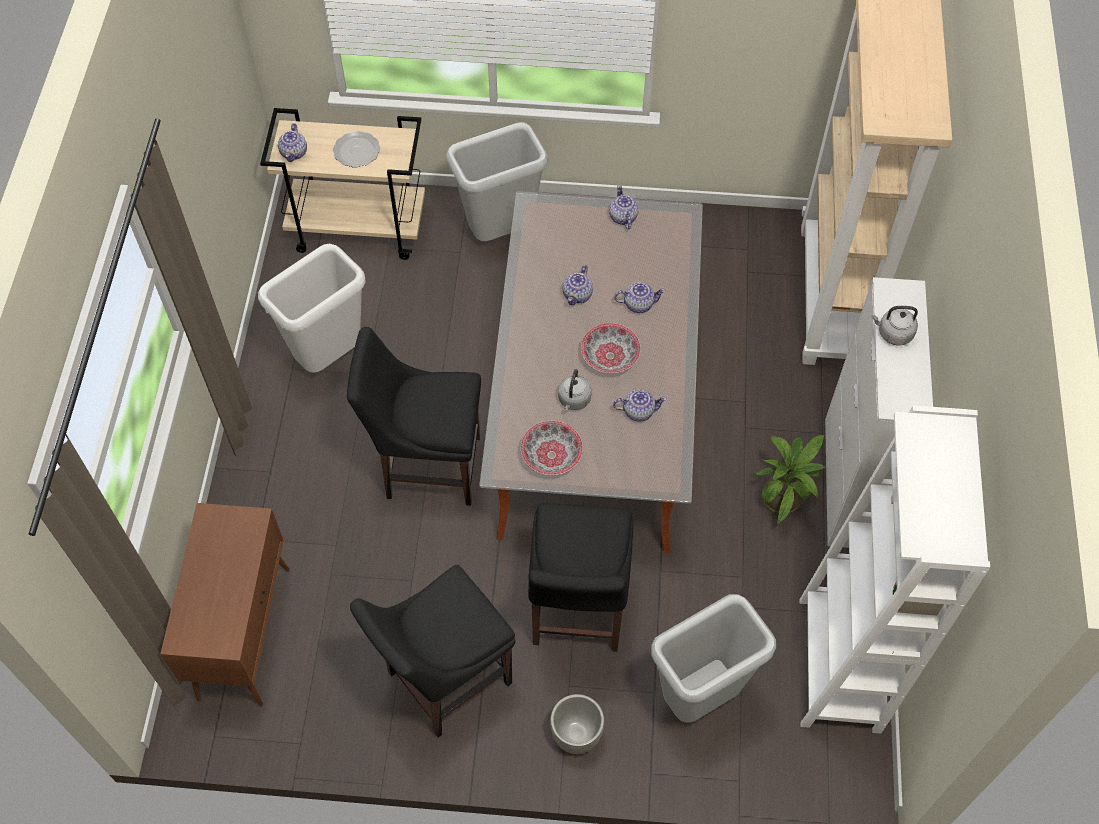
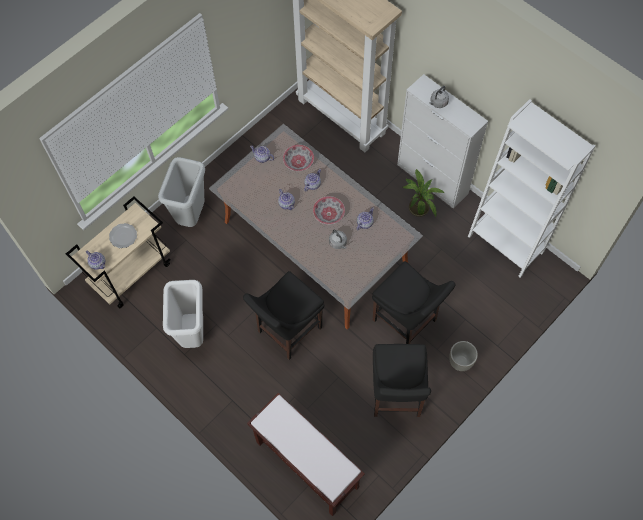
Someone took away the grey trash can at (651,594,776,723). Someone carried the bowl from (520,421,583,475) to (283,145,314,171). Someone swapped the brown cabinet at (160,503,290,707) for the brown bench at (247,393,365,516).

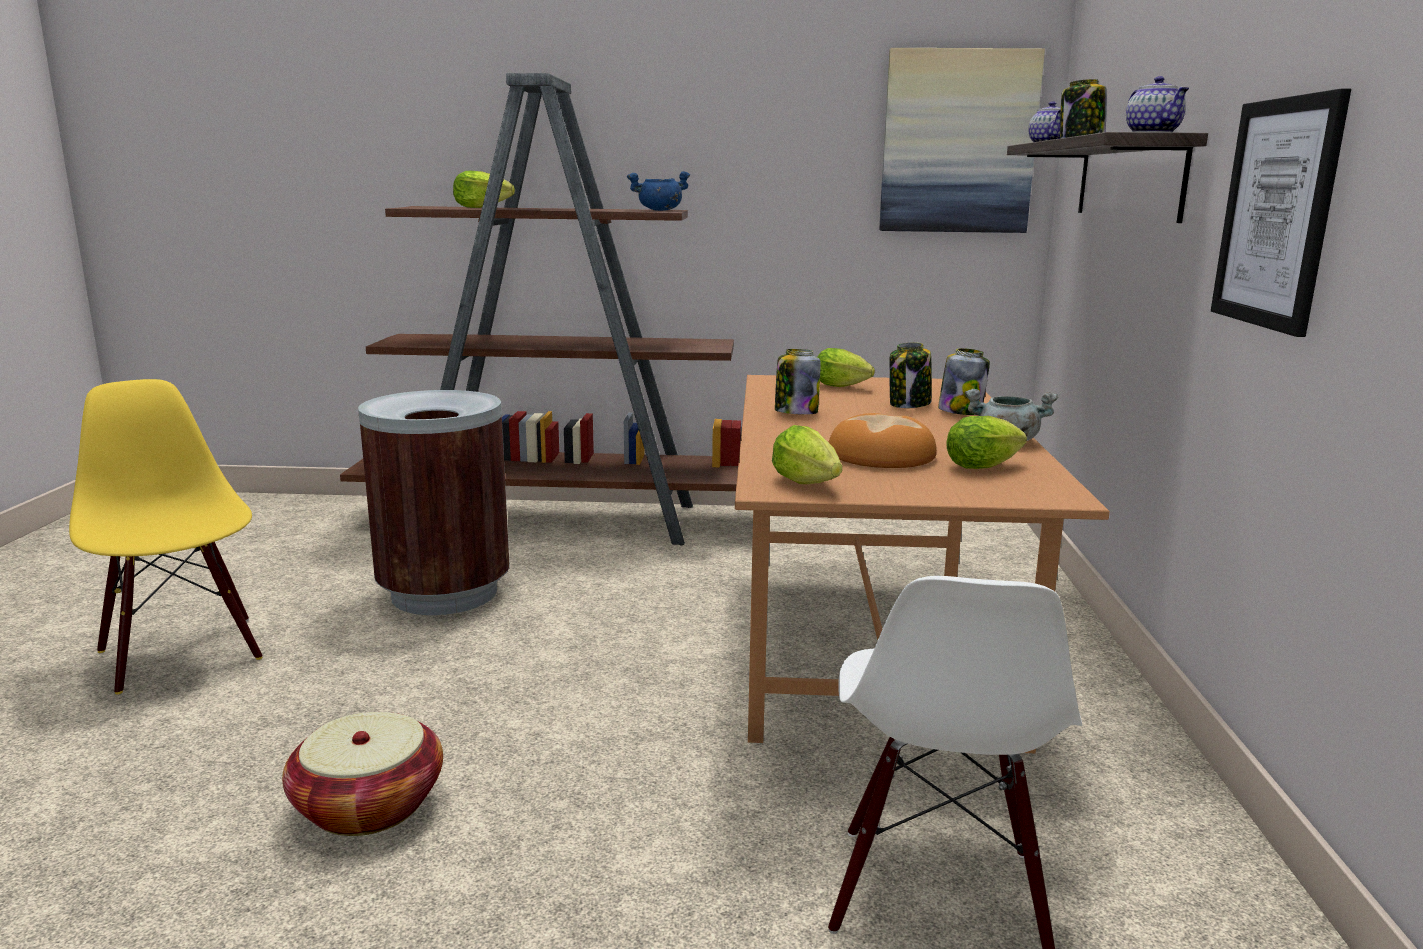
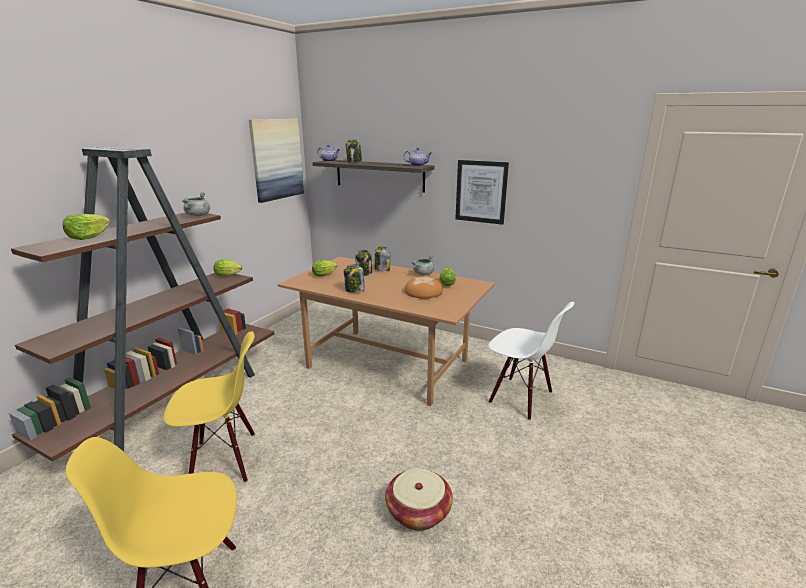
Someone carried the lettuce from (772,425,842,484) to (214,259,242,276). Someone swapped the brown trash can at (358,390,510,615) for the yellow chair at (163,331,255,483). Someone repainted the blue cooking pot at (627,171,690,211), which became the grey cooking pot at (182,192,210,216).

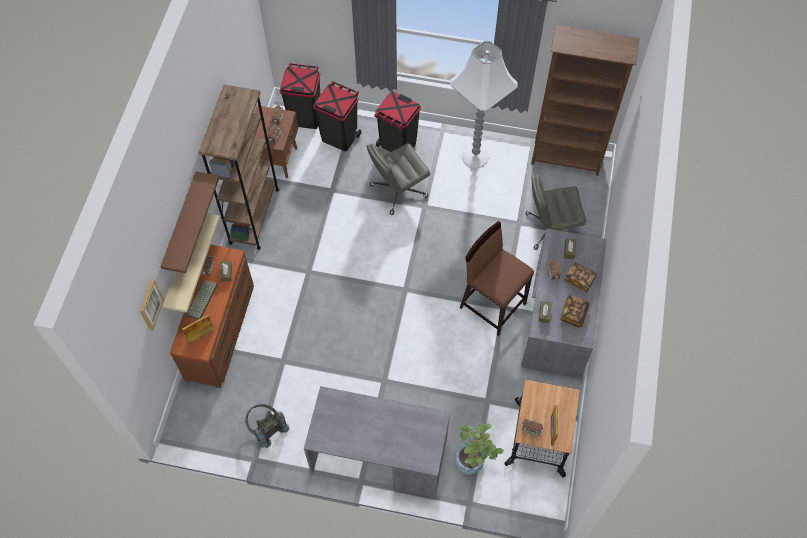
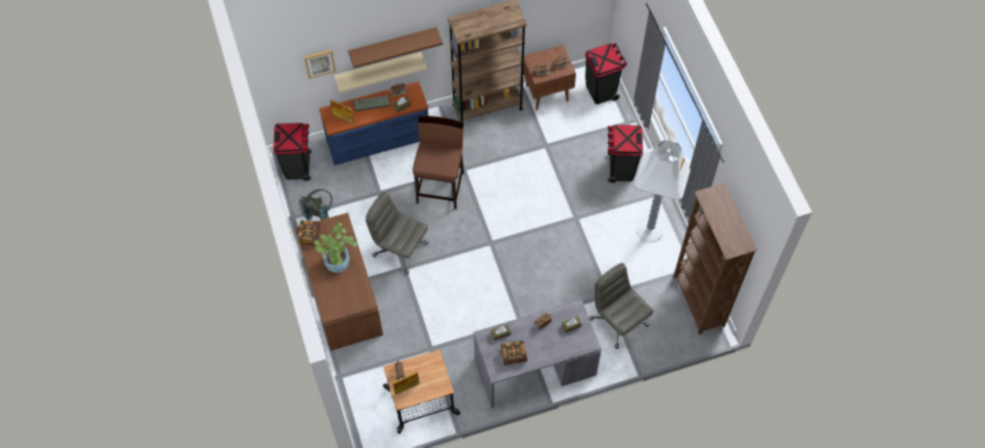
Someone carried the black trash can from (313,81,361,151) to (273,123,312,181). Someone carried the grey office chair from (367,143,430,215) to (366,192,429,274). Someone carried the potted plant from (455,423,504,475) to (314,222,358,273). Someone carried the brown stool from (460,221,534,336) to (413,116,464,209). Someone carried the book from (564,262,597,292) to (298,220,320,245). Someone repainted the brown dresser at (170,245,254,388), which became the blue dresser at (319,81,428,165). Someone repainted the grey desk at (304,386,450,499), which became the brown desk at (295,213,383,351).

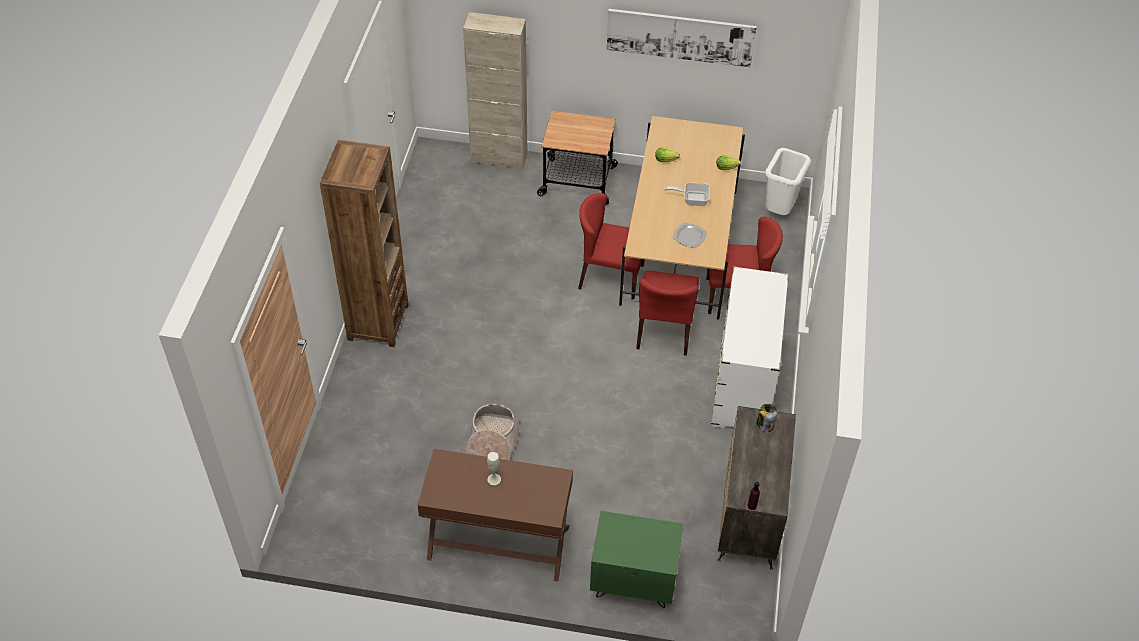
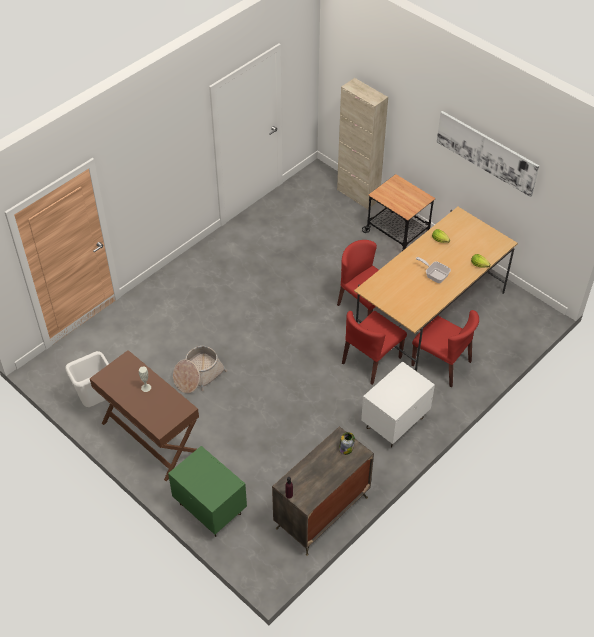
Someone took away the brown bookcase at (320,140,409,347). Someone took away the plate at (673,223,707,248). Someone carried the white trash can from (765,148,811,215) to (65,351,109,407). Someone swapped the white dresser at (711,266,789,428) for the white nightstand at (361,361,435,448).

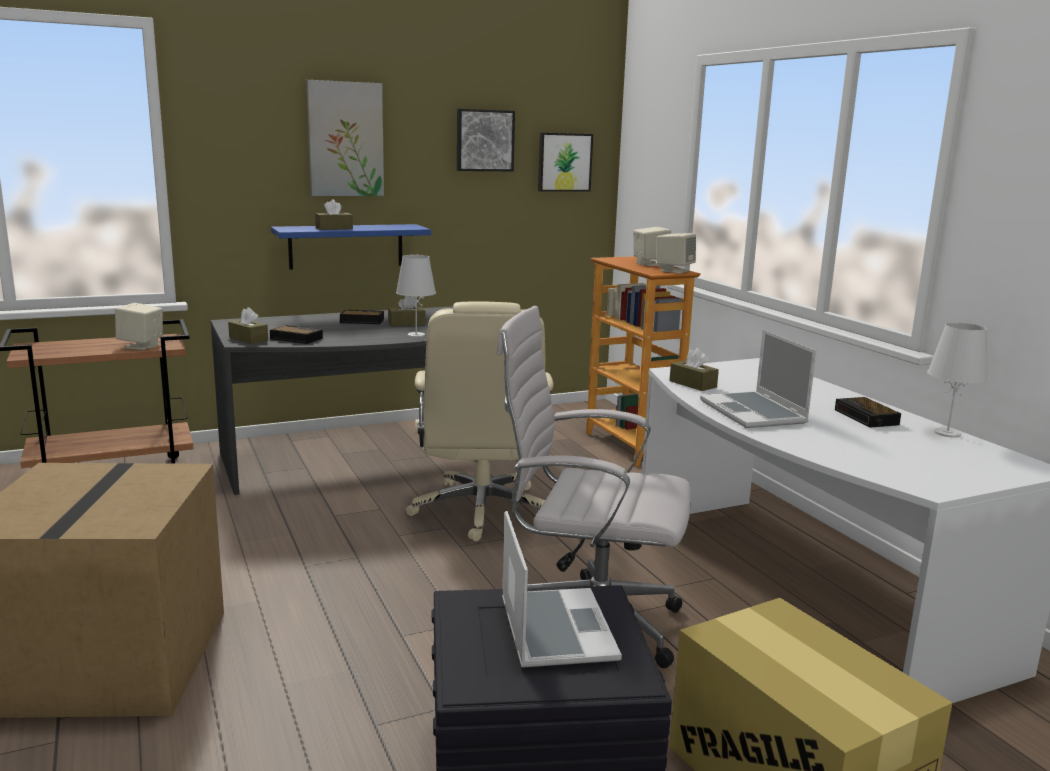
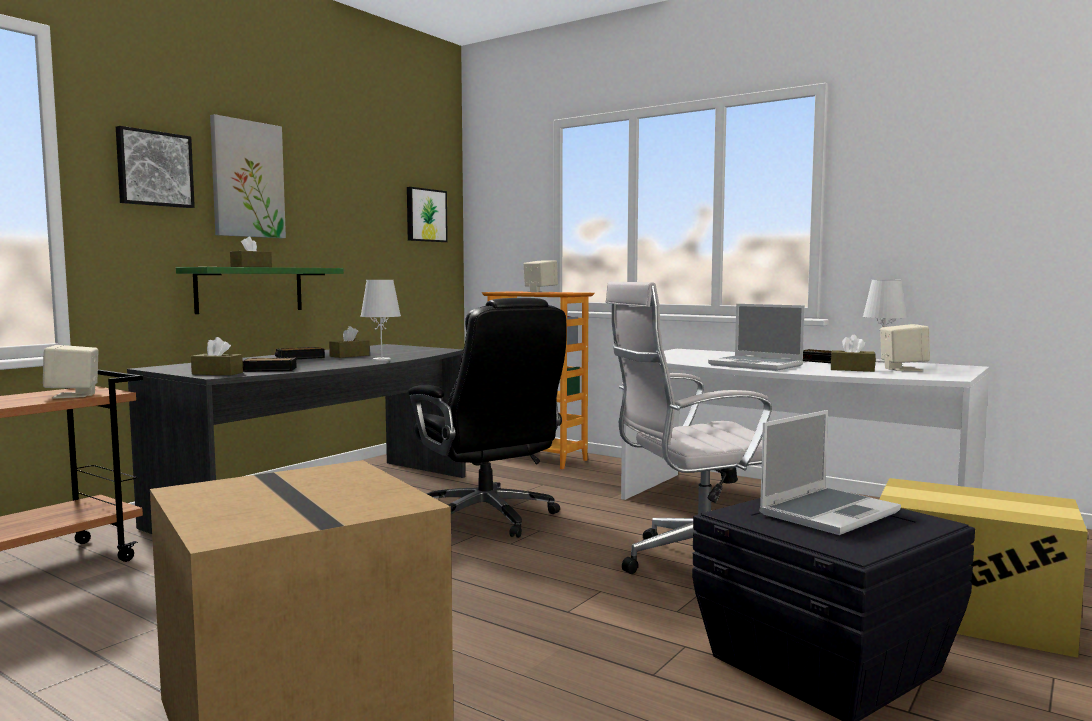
Someone carried the picture from (457,109,515,171) to (116,126,195,208). Someone carried the beige speaker from (657,233,696,274) to (880,324,930,371). Someone carried the brown tissue box from (669,348,719,391) to (831,335,876,372). Someone repainted the blue shelf at (271,224,431,269), which became the green shelf at (176,267,344,314). Someone repainted the beige office chair at (406,302,553,542), which became the black office chair at (408,298,567,538). Someone rotated the laptop at (502,511,622,668) by 90 degrees clockwise.

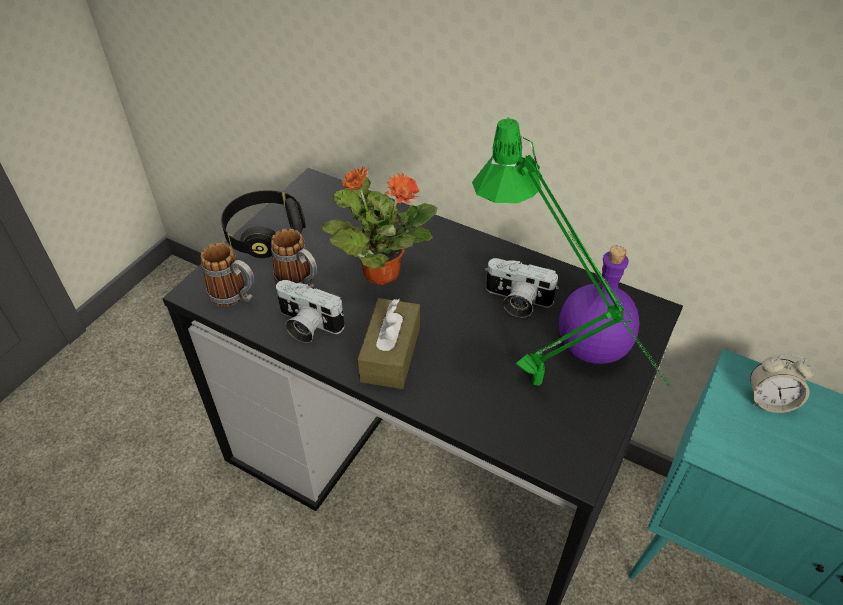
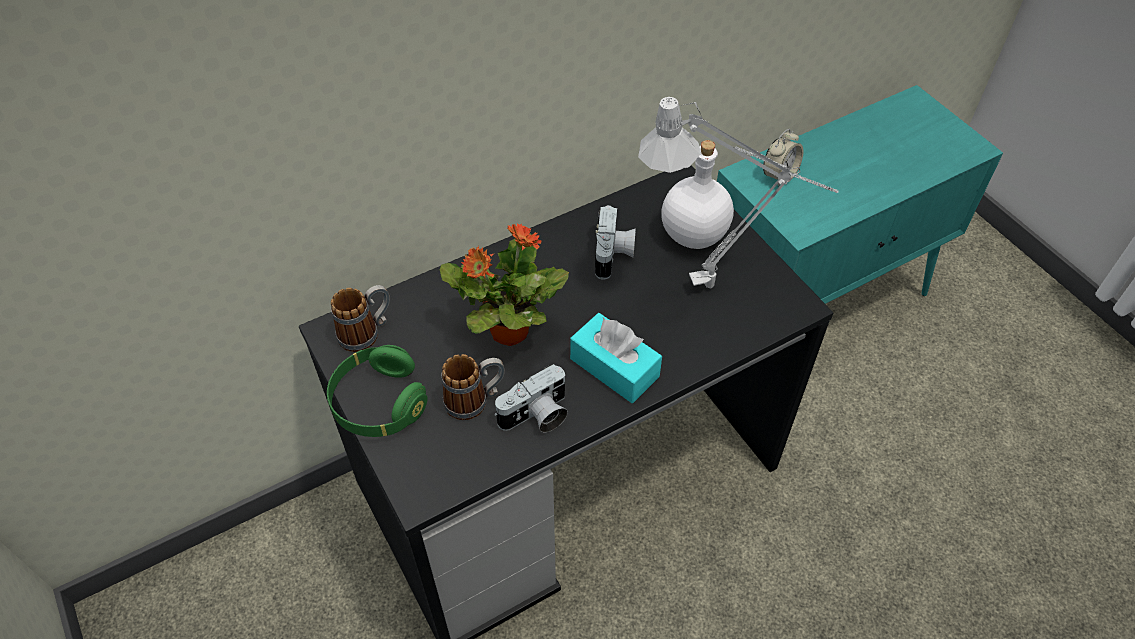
Someone carried the mug from (201,243,254,306) to (331,285,390,352). Someone repainted the black headphones at (221,190,306,258), which became the green headphones at (327,345,427,437). Someone repainted the brown tissue box at (357,298,420,389), which became the turquoise tissue box at (570,313,662,403). Someone repainted the green table lamp at (472,118,670,387), which became the grey table lamp at (638,97,839,288). Someone repainted the purple bottle at (559,246,639,364), which became the white bottle at (661,140,734,249). Someone rotated the photo camera at (485,258,559,317) by 45 degrees counterclockwise.

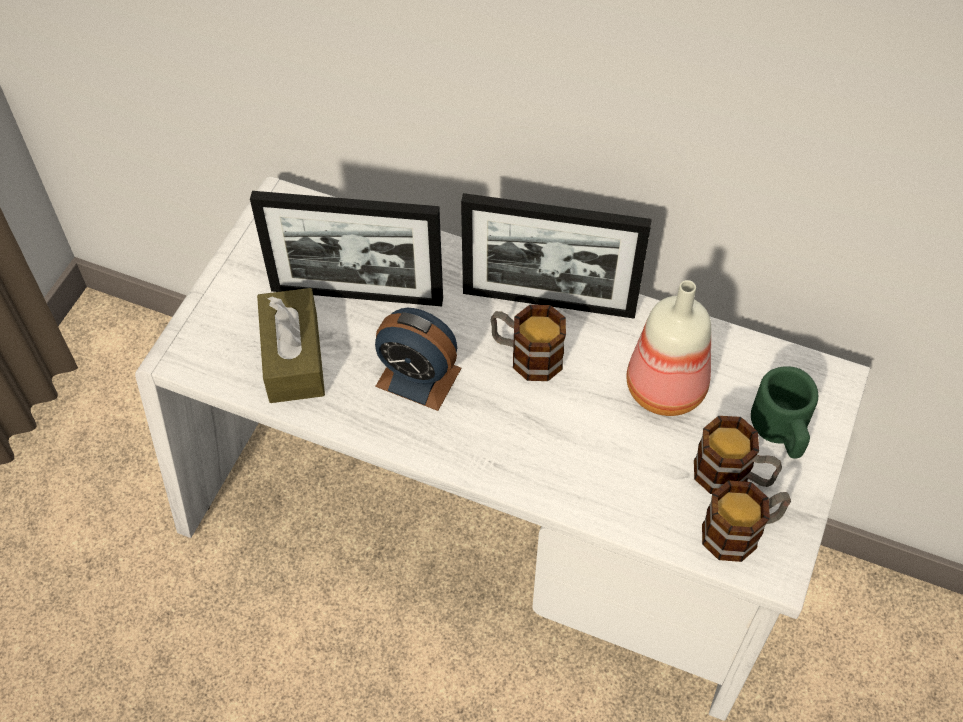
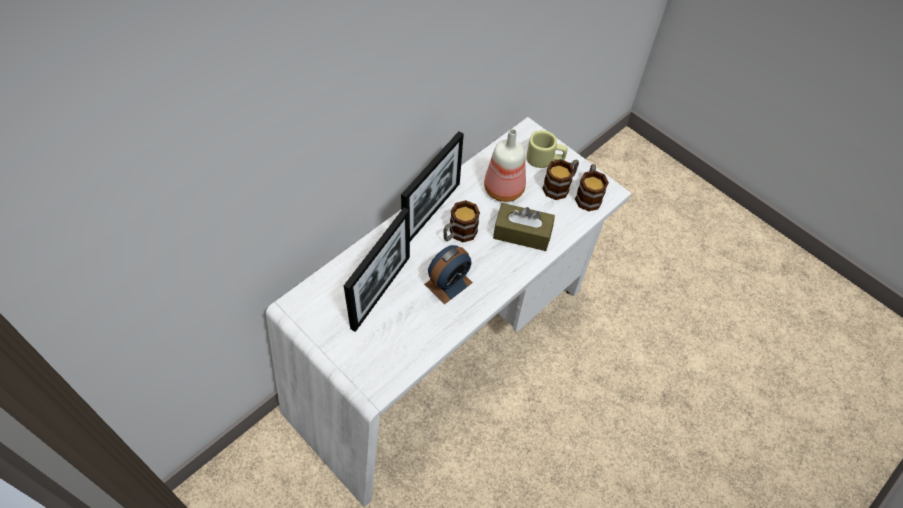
Someone carried the brown tissue box from (257,288,325,403) to (493,203,555,251). Someone repainted the green mug at (751,366,818,459), which became the beige mug at (526,130,567,168).

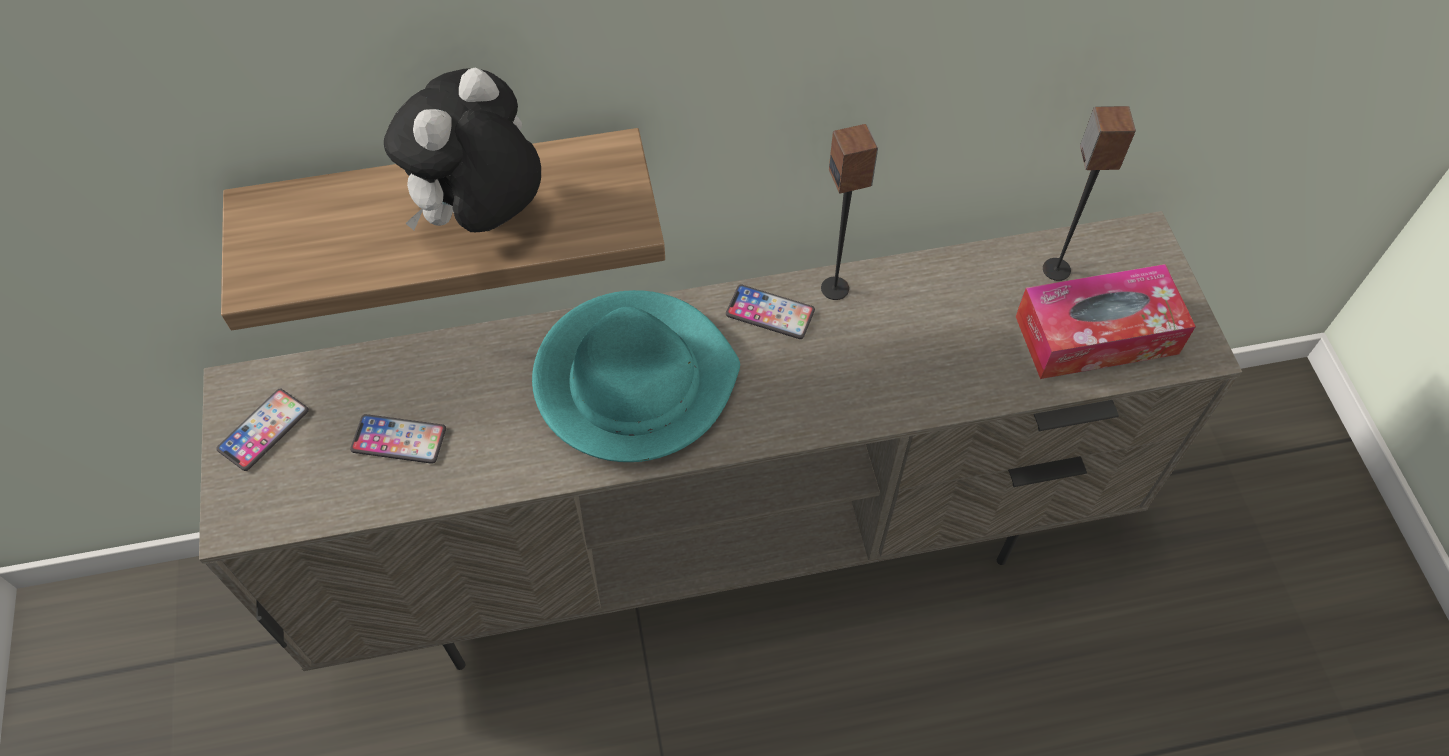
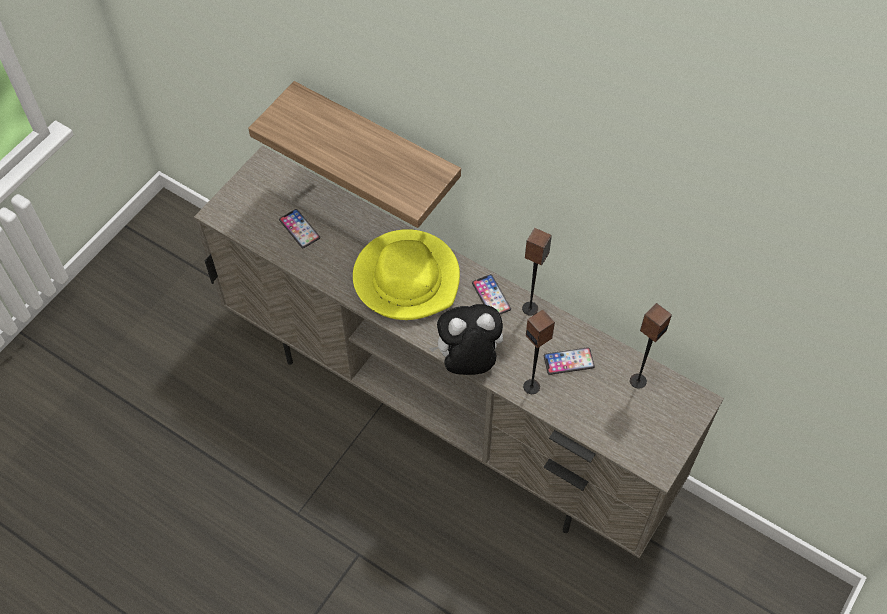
Someone took away the tissue box at (1015,264,1196,379). Someone put down the speaker at (523,309,555,394). Someone carried the phone from (216,389,309,471) to (544,347,595,375). Someone carried the plush toy from (384,67,541,232) to (429,304,503,375). Someone repainted the turquoise hat at (532,290,740,462), which became the yellow hat at (353,229,460,320).

